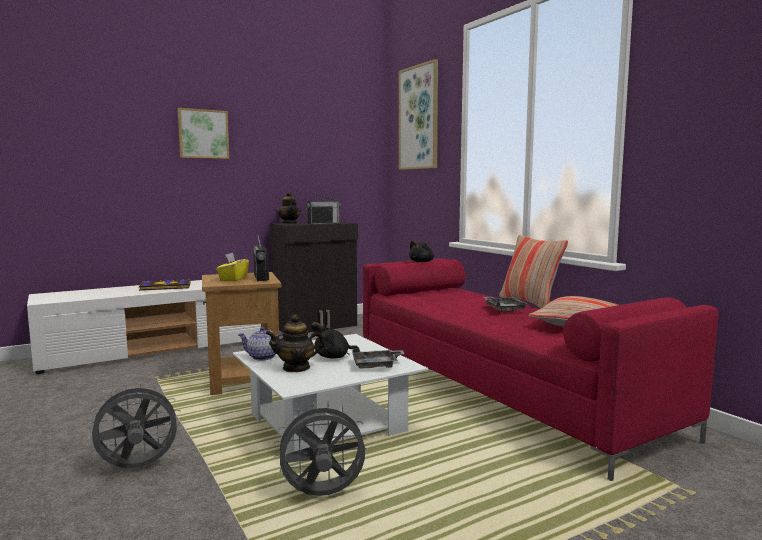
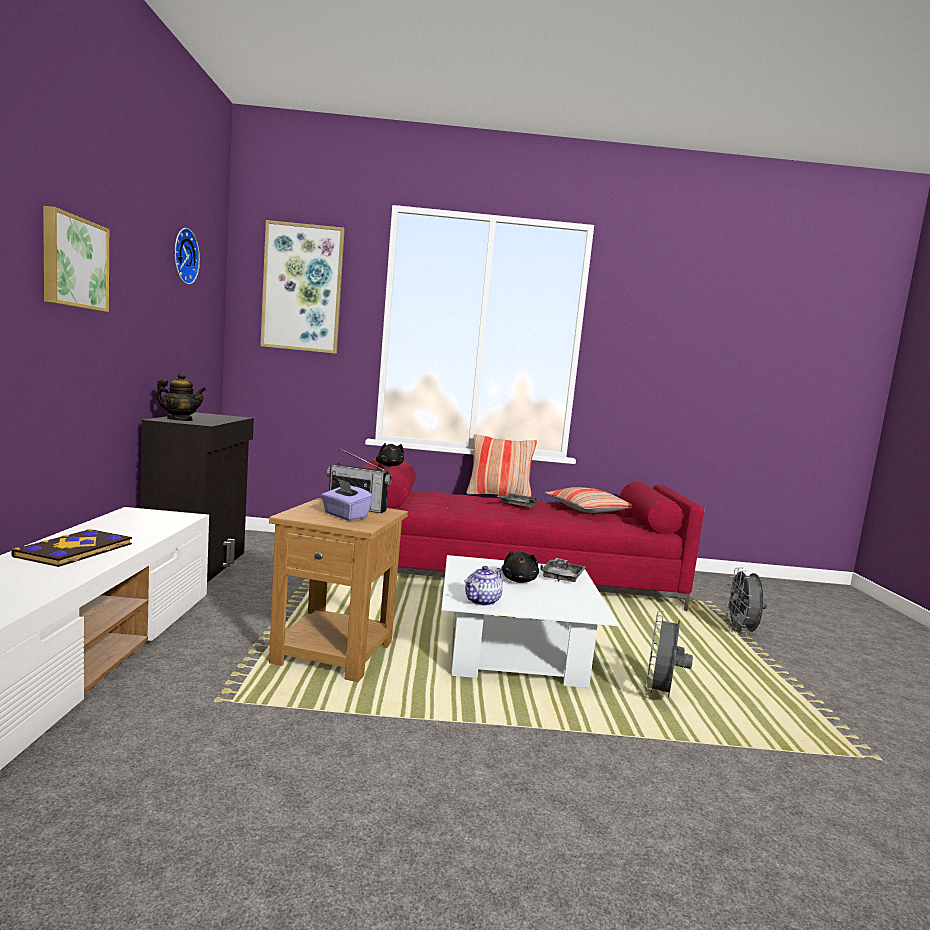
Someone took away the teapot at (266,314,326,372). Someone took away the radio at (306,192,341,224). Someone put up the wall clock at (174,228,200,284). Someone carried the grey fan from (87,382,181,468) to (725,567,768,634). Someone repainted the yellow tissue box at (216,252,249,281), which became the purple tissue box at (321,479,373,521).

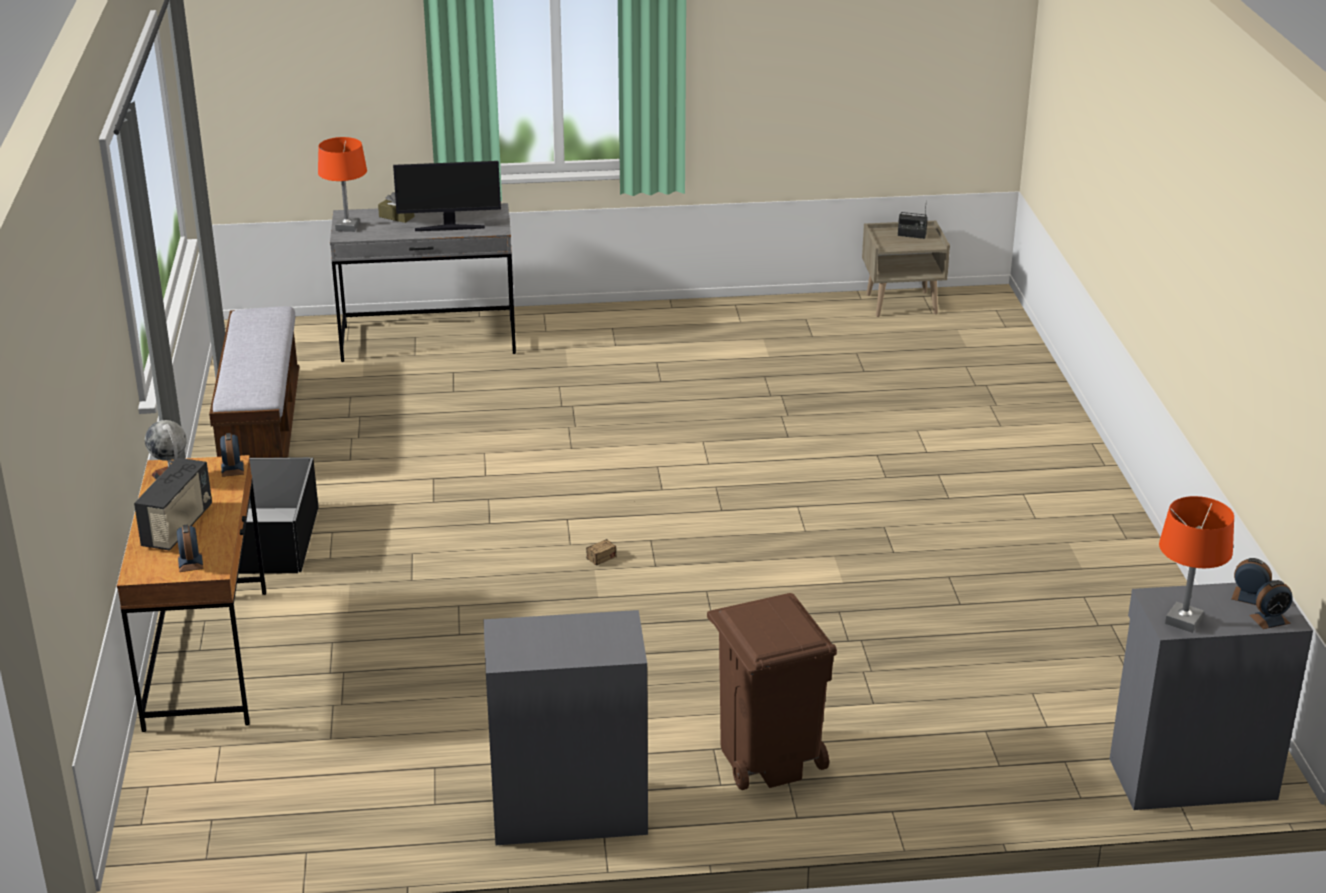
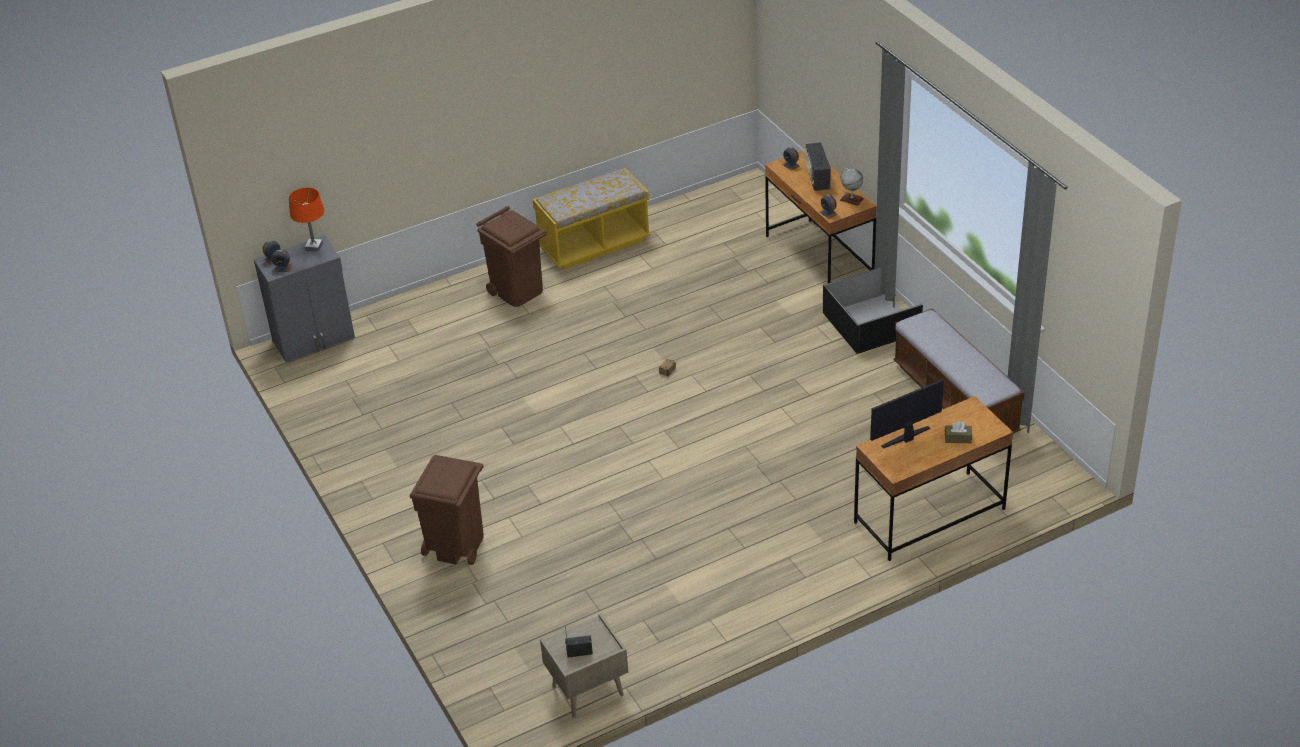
Someone took away the orange table lamp at (318,137,367,232). Someone put down the brown trash can at (410,455,484,565). Someone swapped the grey cabinet at (483,610,648,845) for the yellow bench at (533,168,651,270). Someone repainted the grey desk at (330,203,516,362), which became the brown desk at (854,396,1013,561).

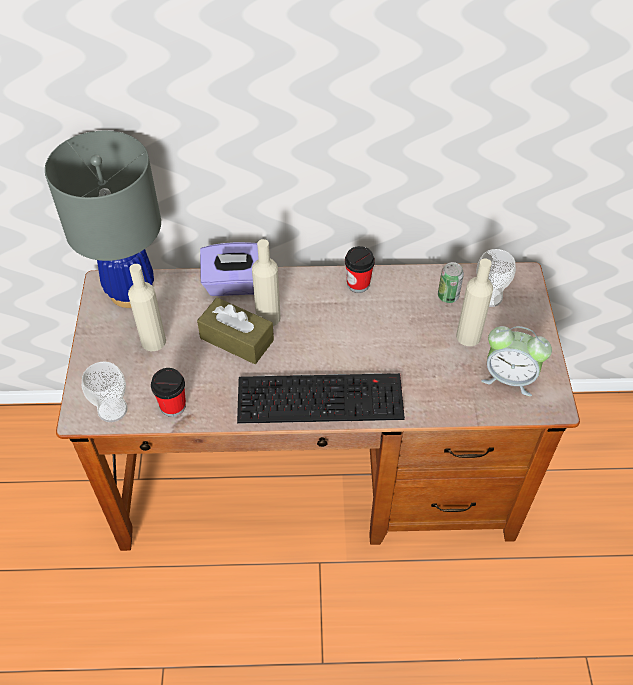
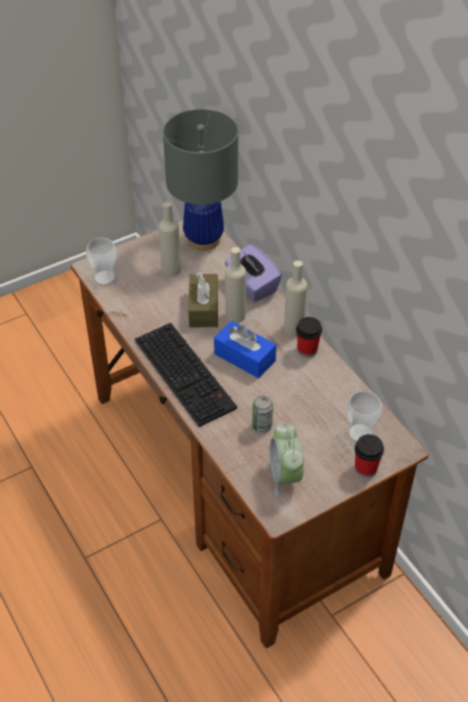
Someone put down the blue tissue box at (214,321,276,378). Someone carried the cup from (151,368,186,417) to (355,434,384,478). Someone carried the can from (438,262,464,303) to (252,396,273,433). Someone carried the beige bottle from (456,259,493,346) to (284,260,307,337).

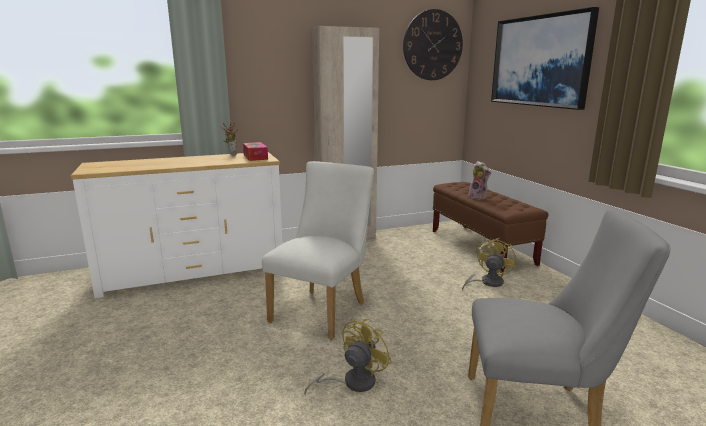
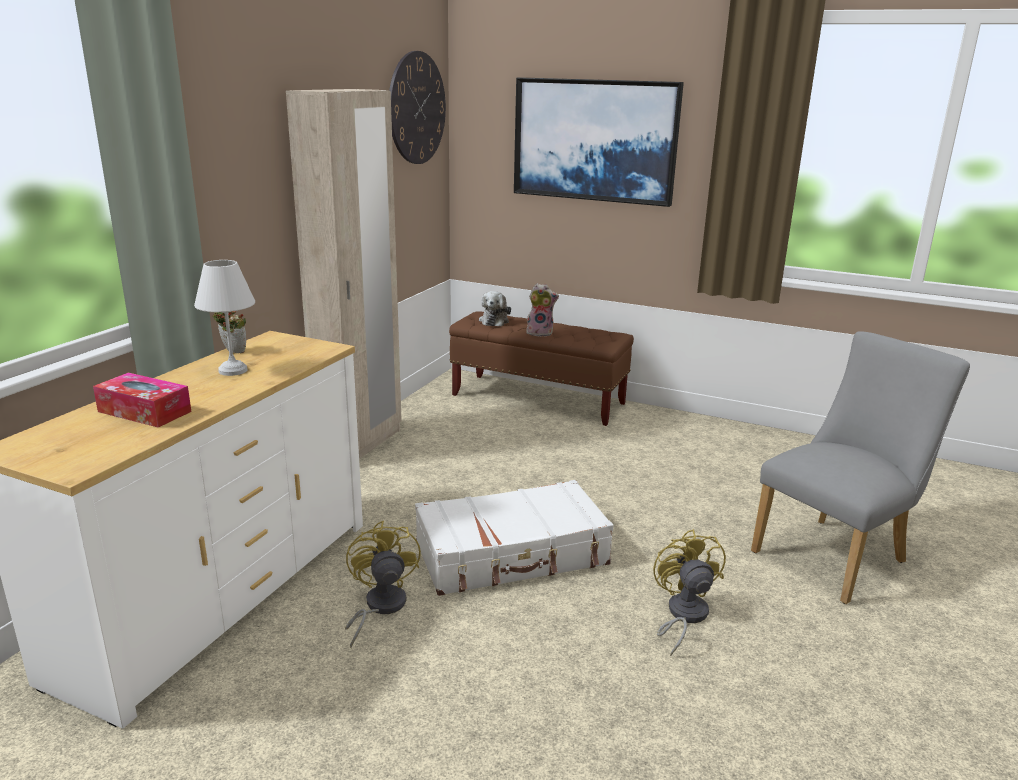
Someone put down the white table lamp at (194,260,255,376). Someone put down the plush toy at (479,291,511,326). Someone carried the tissue box from (243,142,268,161) to (93,373,191,427). Someone carried the yellow fan from (462,238,516,291) to (345,521,421,648). Someone swapped the white chair at (262,161,374,340) for the white suitcase at (415,480,614,596).

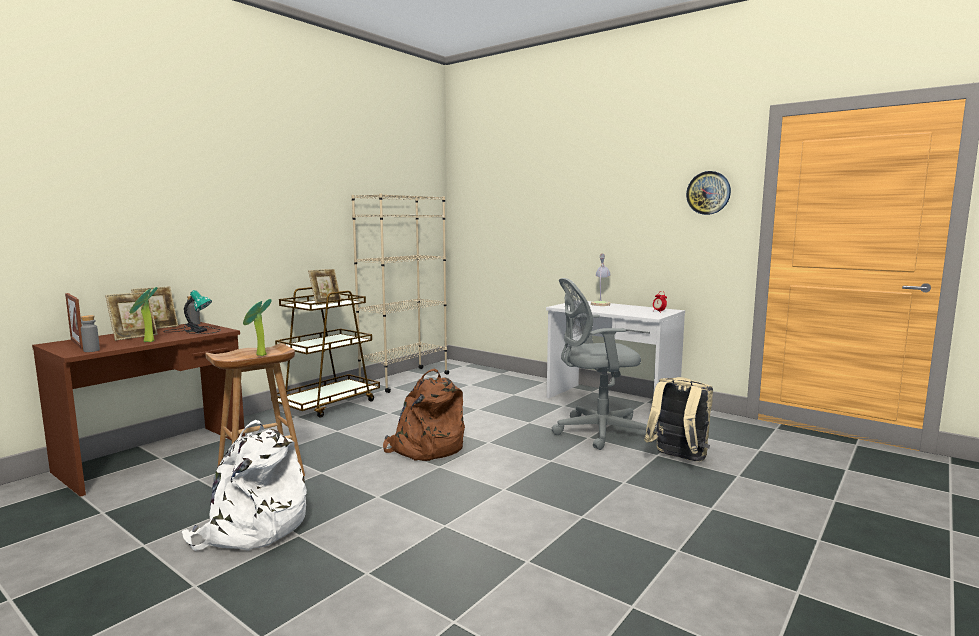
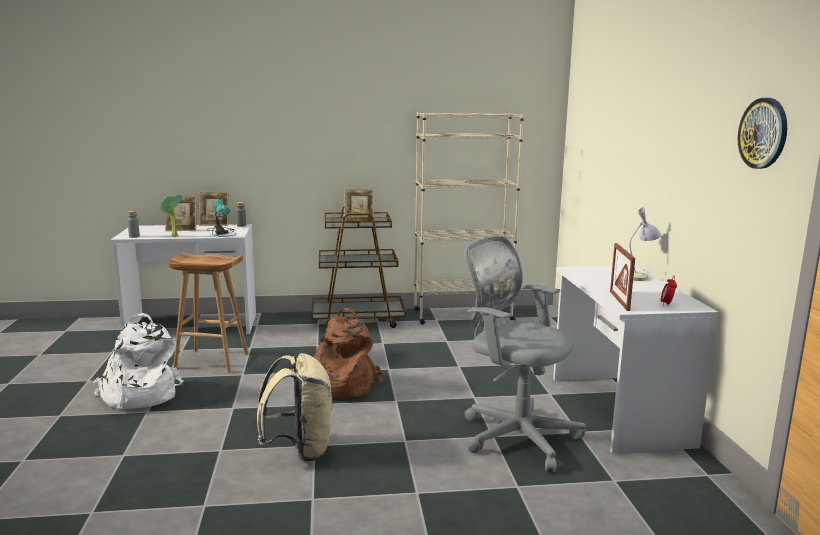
Someone took away the potted plant at (243,299,272,356). Someone carried the picture frame from (65,293,83,349) to (610,243,635,311). Someone carried the beige backpack from (644,377,713,461) to (257,353,332,462). Someone repainted the brown desk at (32,322,245,497), which became the white desk at (111,224,256,334).

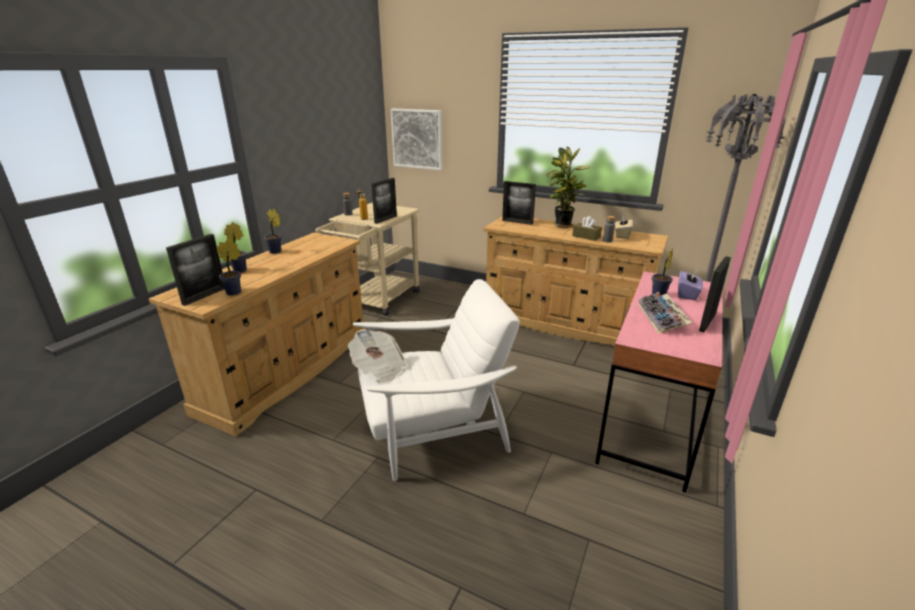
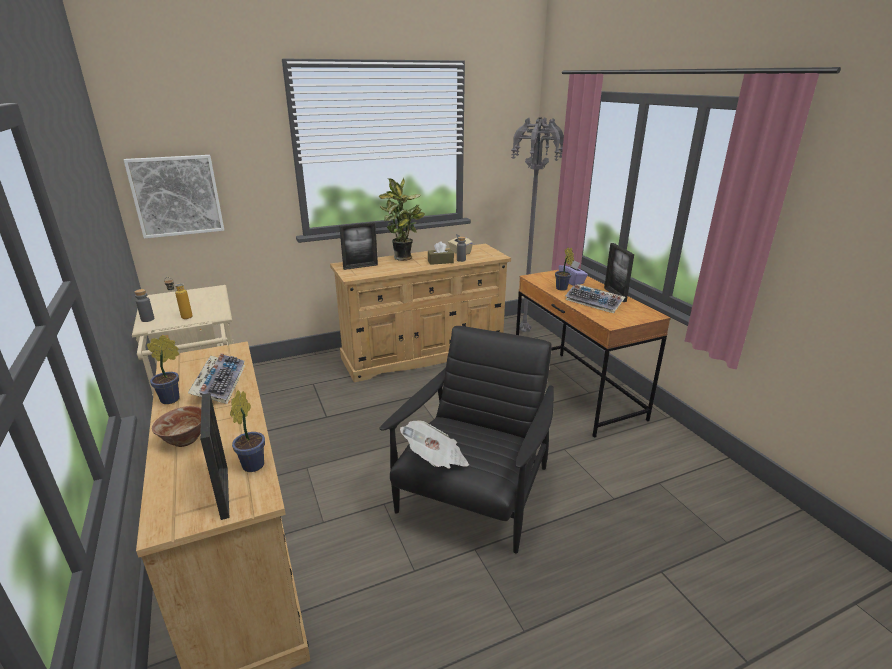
Someone took away the picture frame at (371,178,397,224). Someone put down the keyboard at (188,353,245,404). Someone swapped the potted plant at (224,222,247,273) for the bowl at (152,406,201,447). Someone repainted the white armchair at (352,279,520,481), which became the black armchair at (379,326,554,554). Someone repainted the pink desk at (595,272,723,493), which became the brown desk at (516,270,671,437).

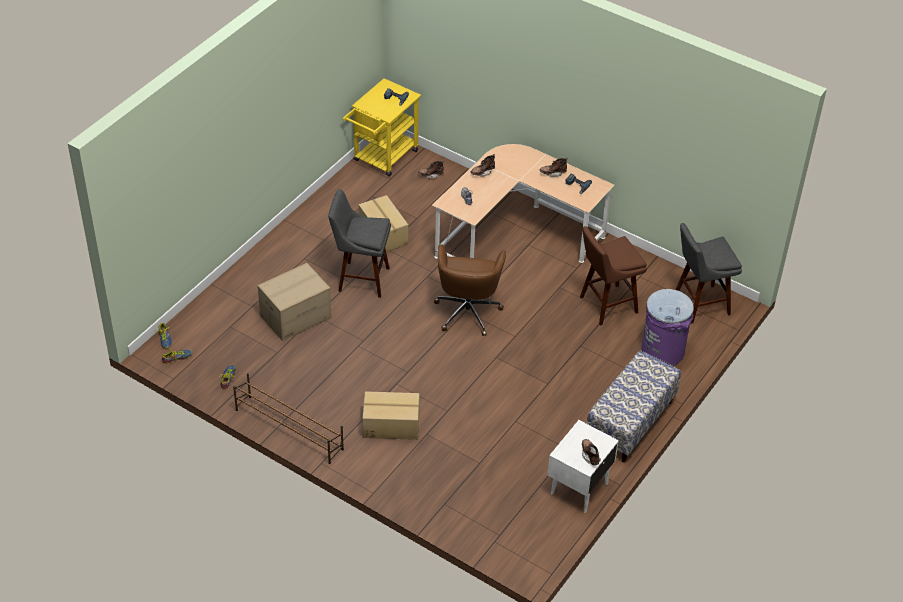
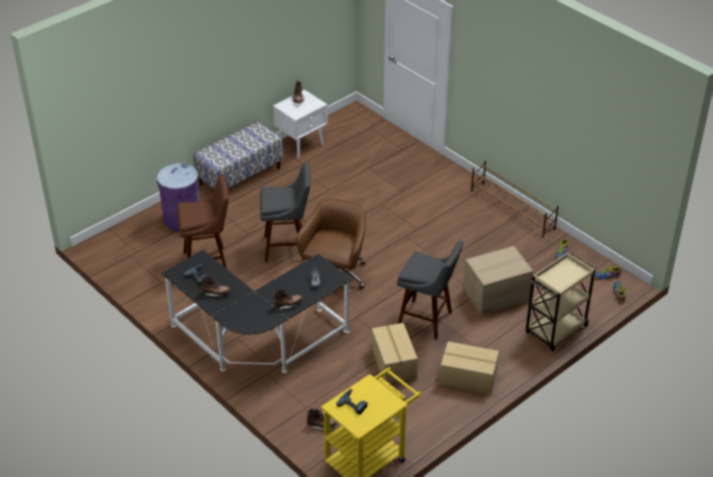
Someone put down the beige cart at (526,252,597,351). Someone carried the cardboard box from (362,391,420,440) to (439,341,499,395). Someone carried the grey stool from (676,223,742,324) to (260,162,311,262). Someone repainted the beige desk at (432,144,615,263), which became the black desk at (161,250,353,373).

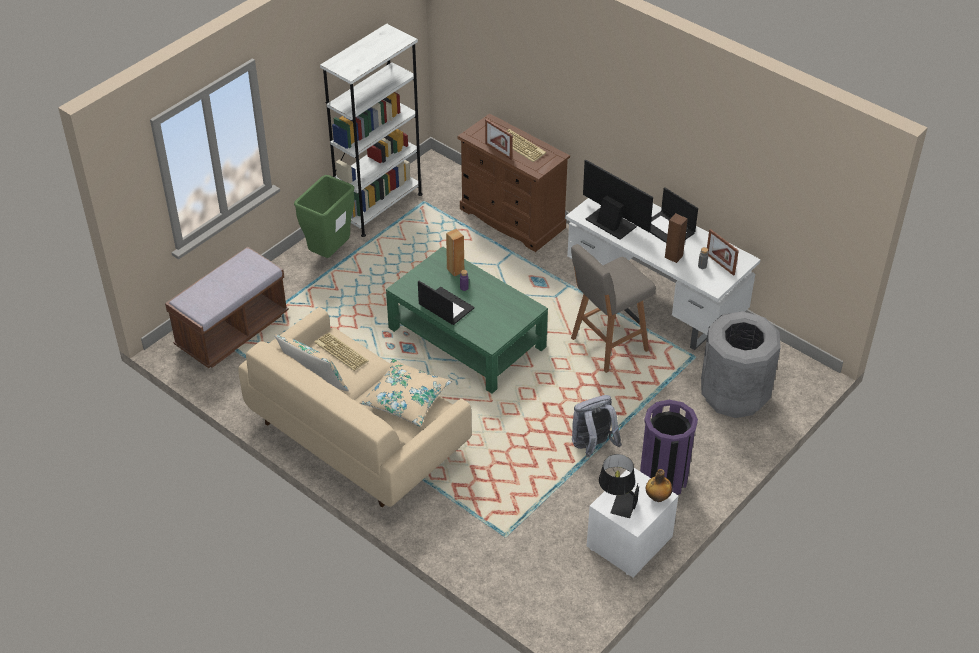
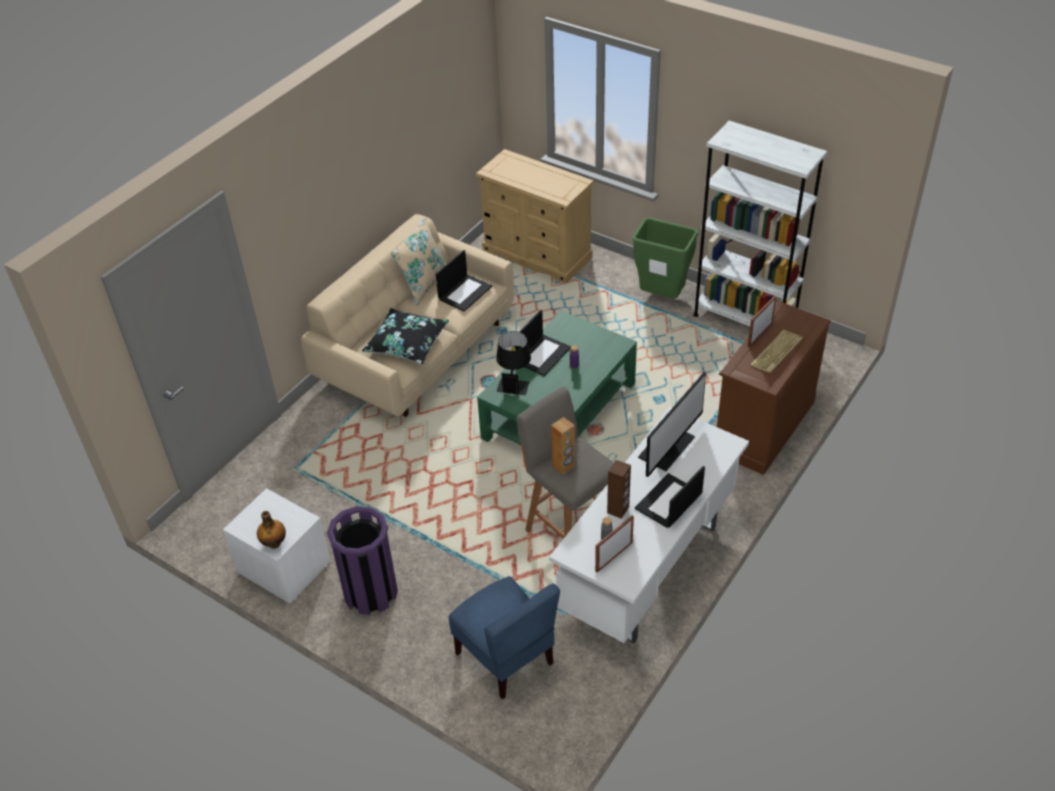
Someone took away the grey backpack at (572,395,622,457). Someone carried the brown speaker from (446,228,464,277) to (551,417,575,475). Someone carried the black table lamp from (599,454,639,518) to (496,331,531,395). Someone swapped the brown bench at (165,247,289,368) for the beige dresser at (476,149,594,284). Someone swapped the keyboard at (314,333,369,371) for the laptop at (436,250,492,312). Someone swapped the grey trash can at (701,311,781,418) for the blue chair at (448,576,560,699). Someone repainted the beige pillow at (360,359,452,427), which became the black pillow at (362,308,449,365).

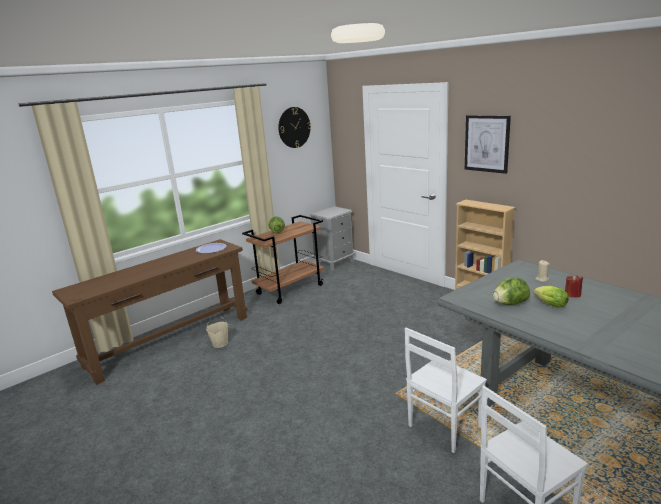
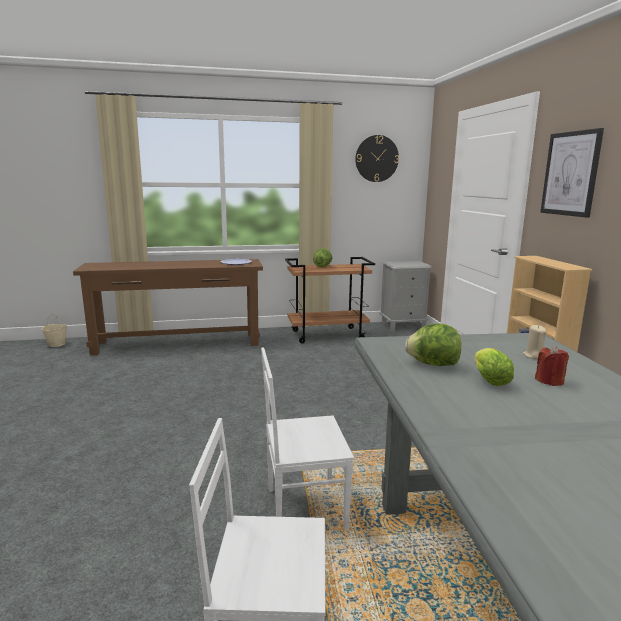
Someone carried the beige bucket from (206,315,228,348) to (41,314,67,347).

